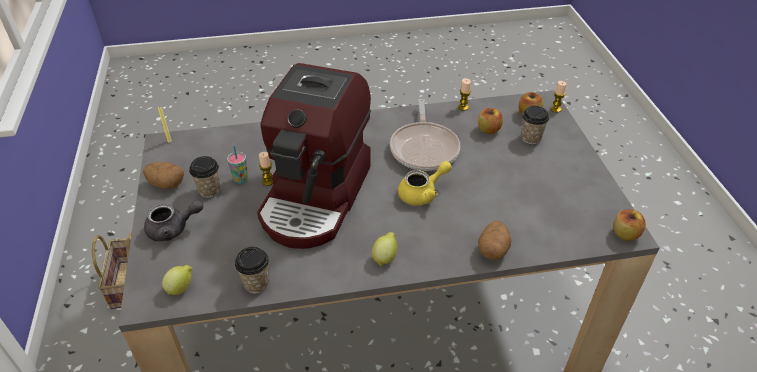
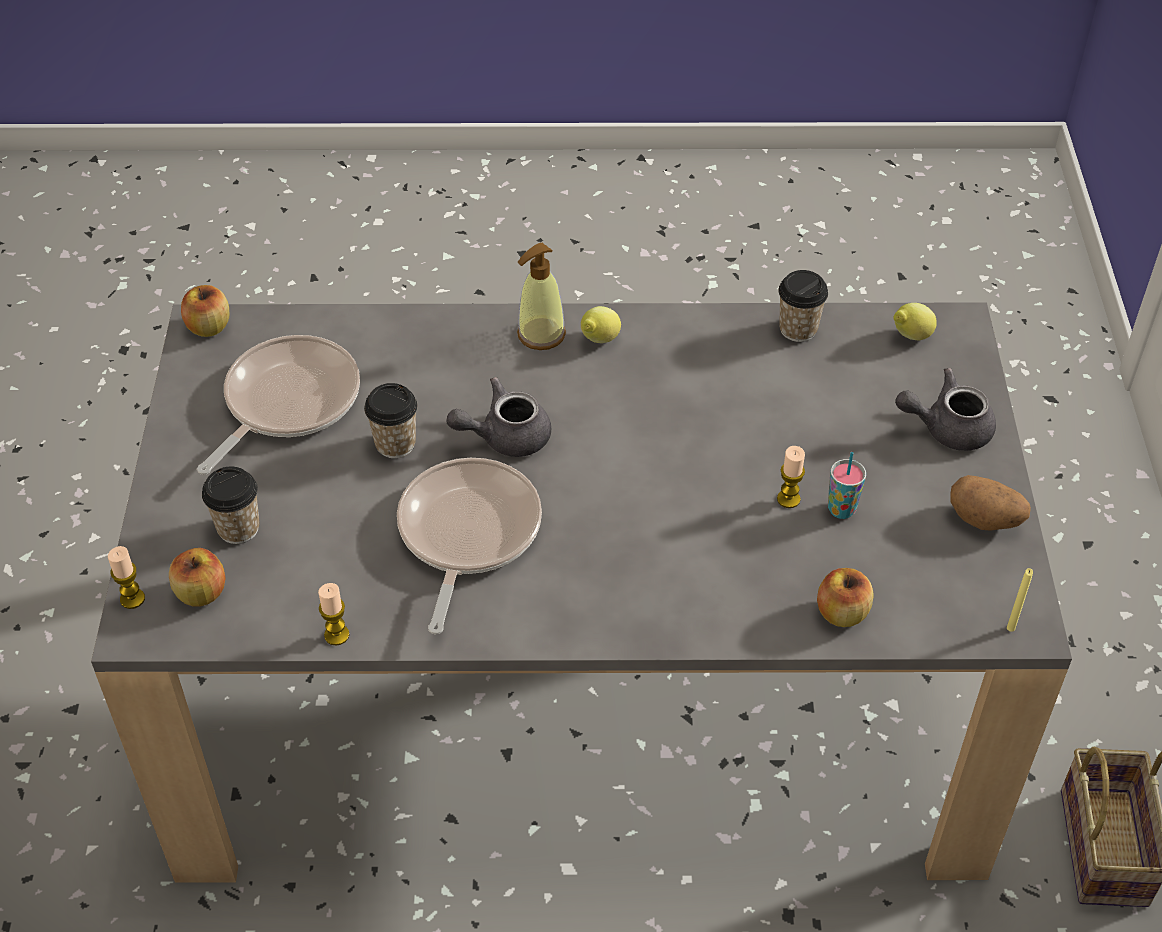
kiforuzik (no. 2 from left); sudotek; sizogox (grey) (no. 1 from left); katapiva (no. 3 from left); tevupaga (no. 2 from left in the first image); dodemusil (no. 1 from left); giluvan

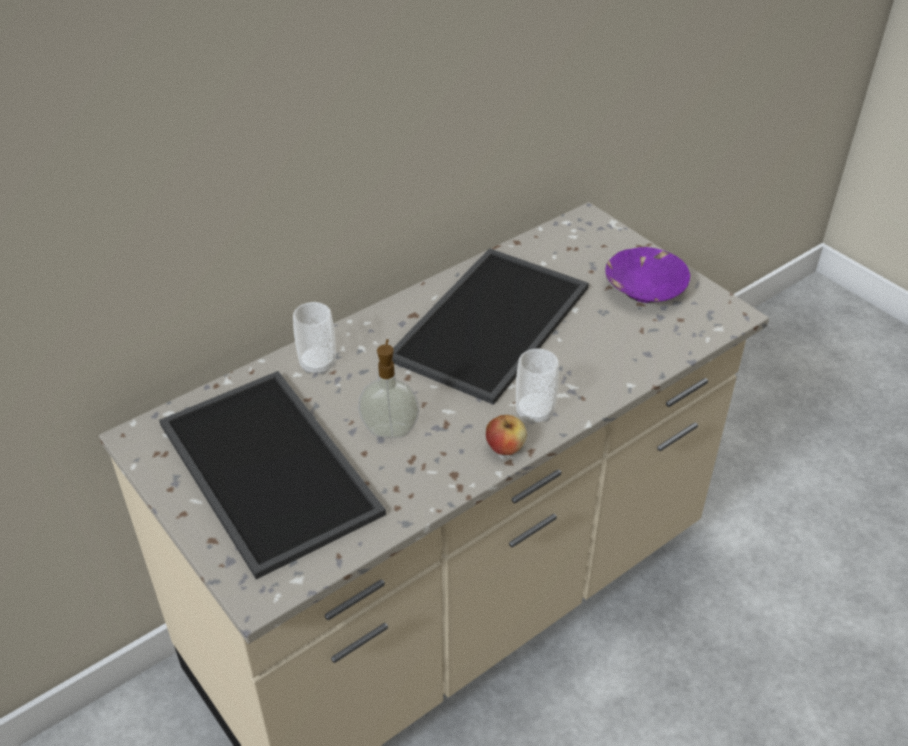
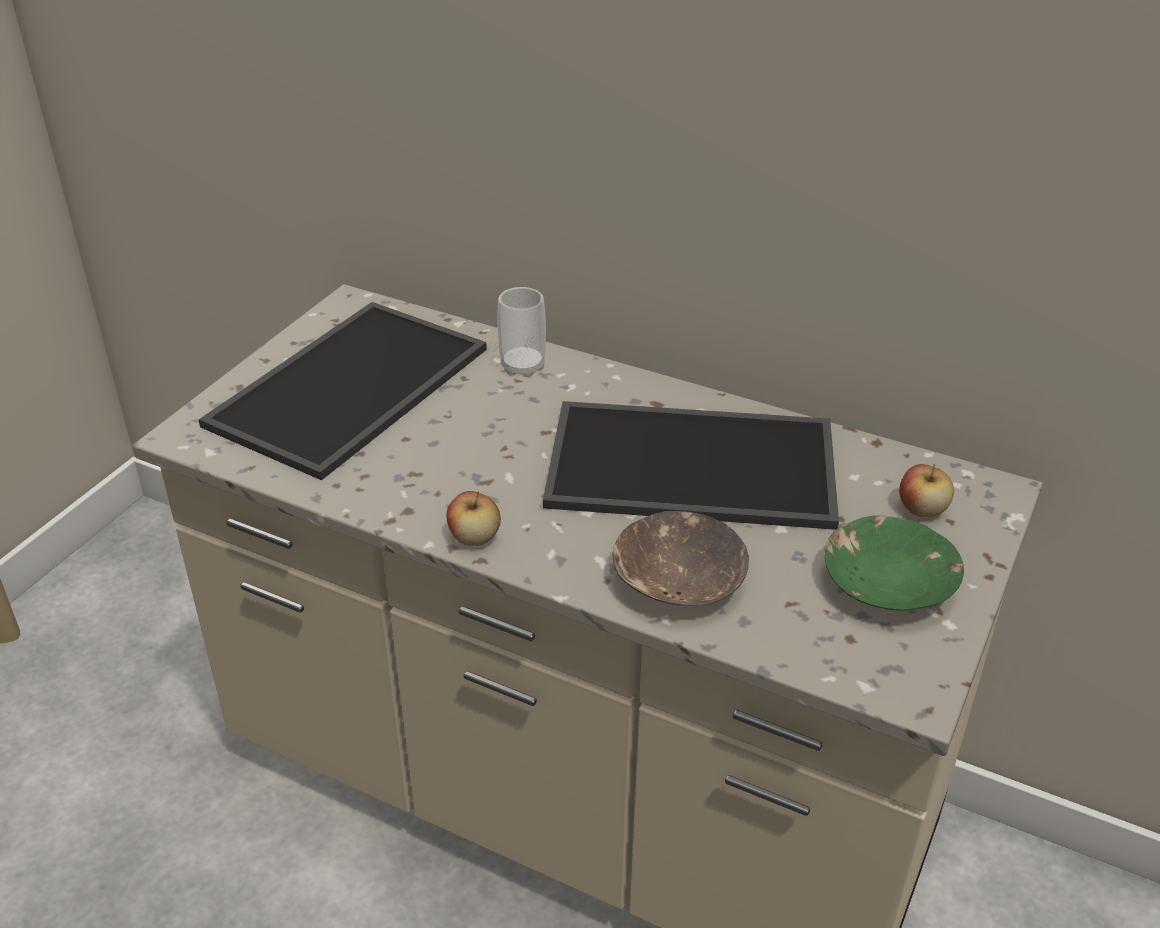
giluvan; kiforuzik (no. 2 from left in the first image); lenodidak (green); lenodidak (brown); katapiva (no. 2 from left)

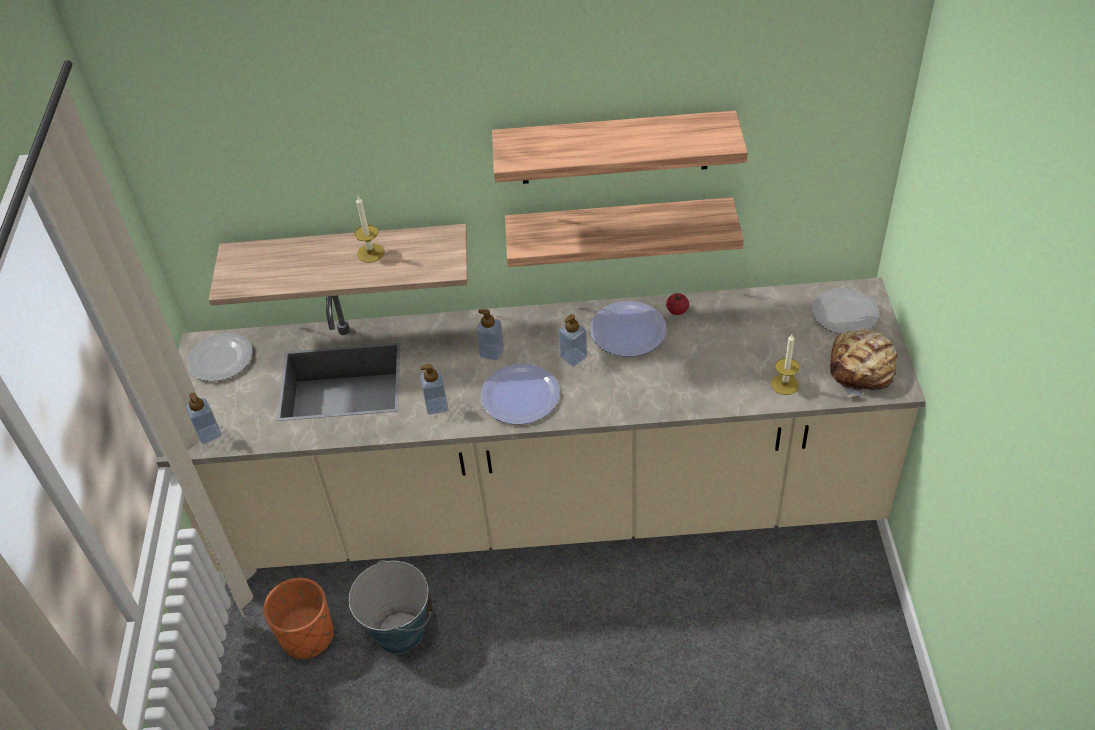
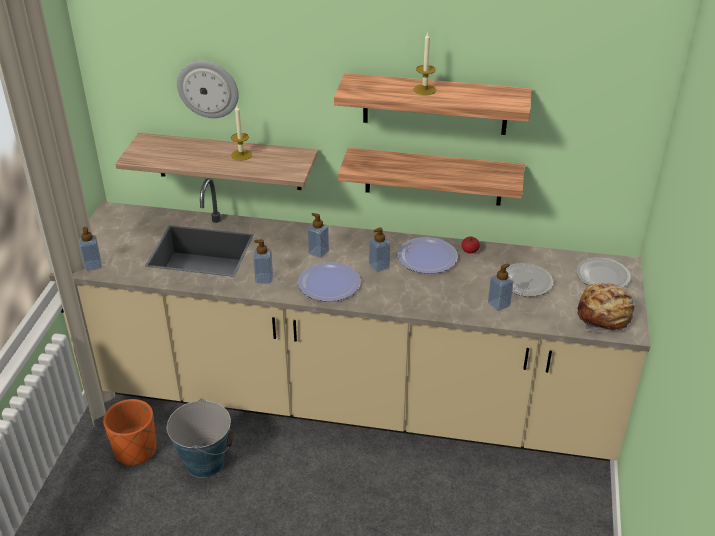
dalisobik (no. 3 from left); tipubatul (no. 2 from left); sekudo; giluvan (no. 5 from left)

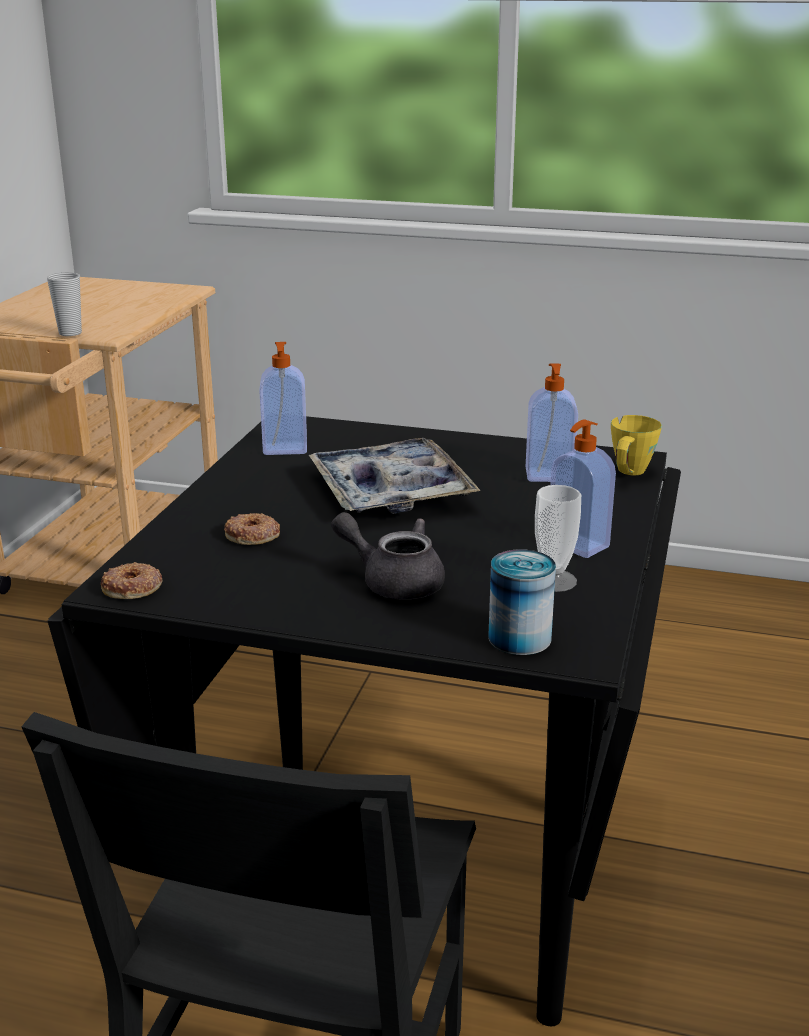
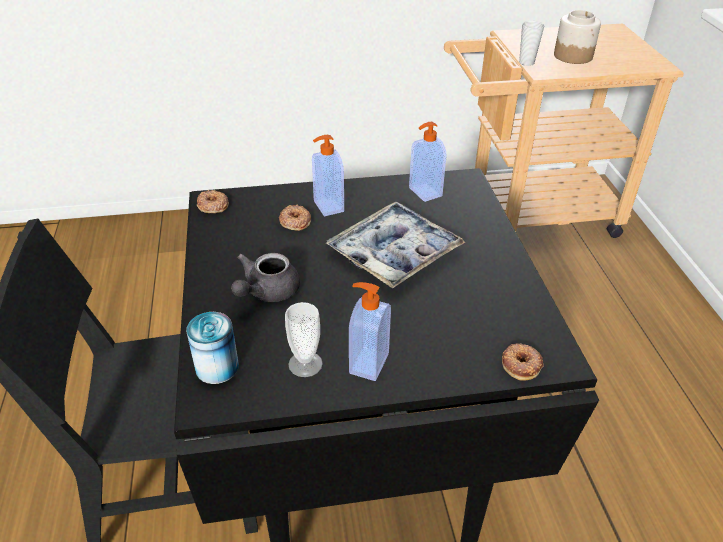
sizogox (grey); giluvan (no. 1 from left); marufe (no. 3 from left); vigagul

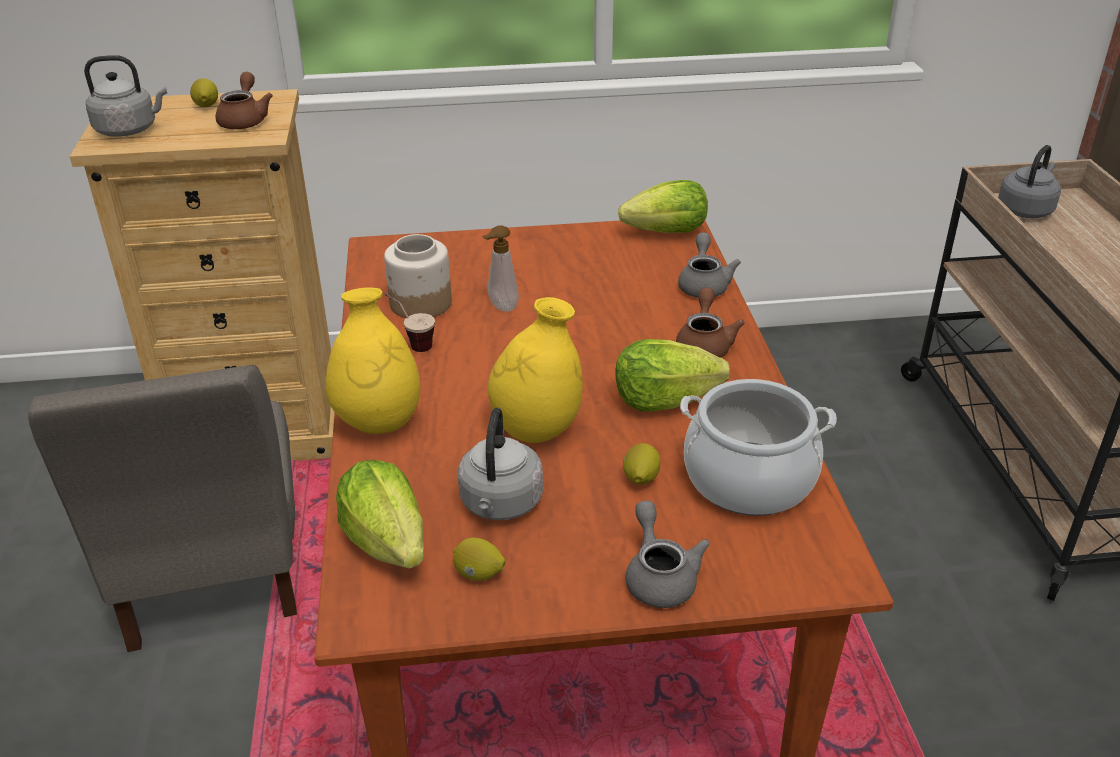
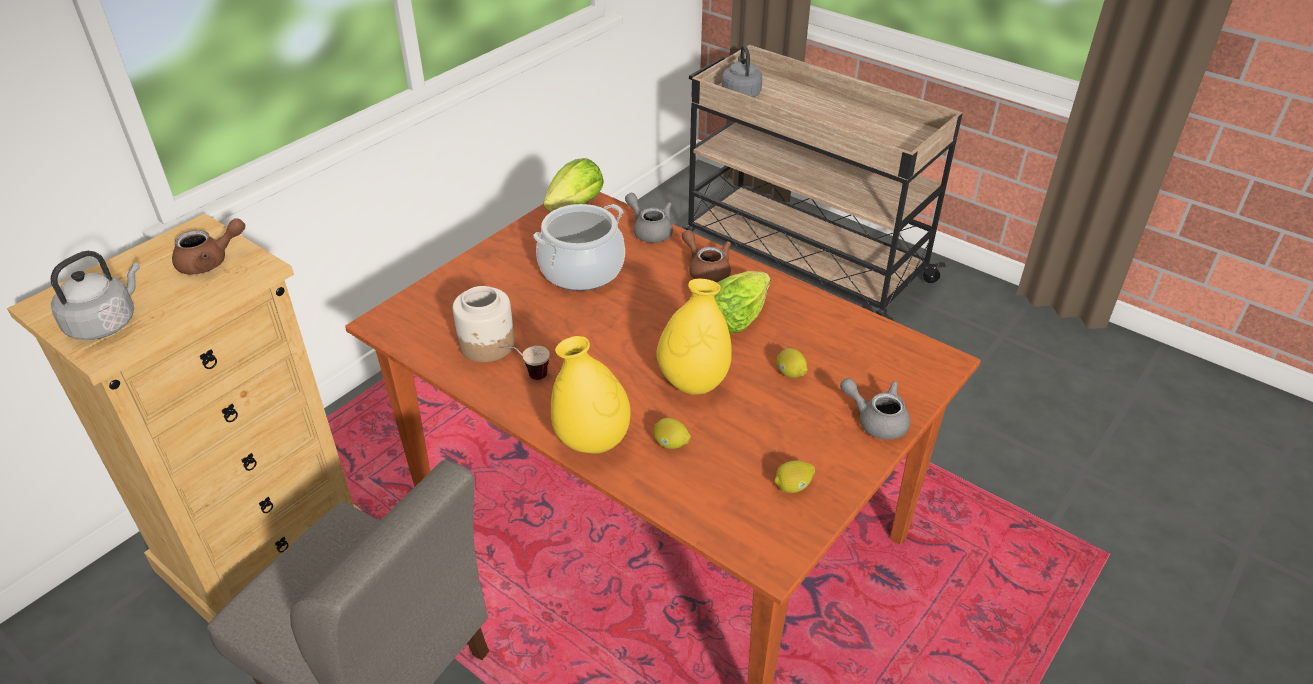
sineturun (no. 1 from left); sizogox (brown) (no. 1 from left); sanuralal (no. 1 from left in the first image); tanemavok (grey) (no. 2 from left in the first image); giluvan; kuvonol

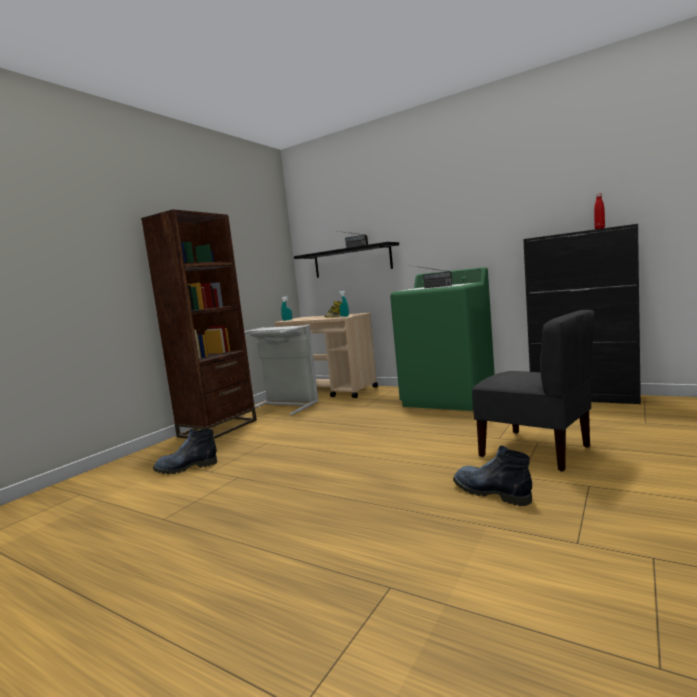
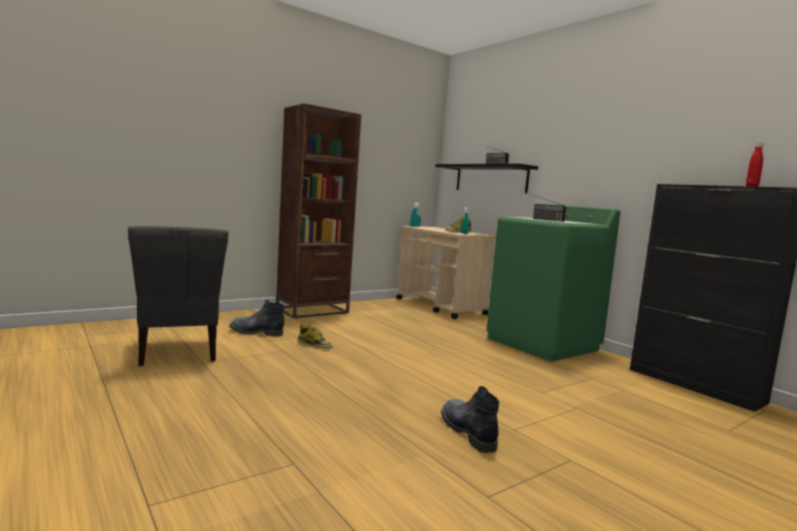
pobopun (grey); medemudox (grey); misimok (no. 2 from left)

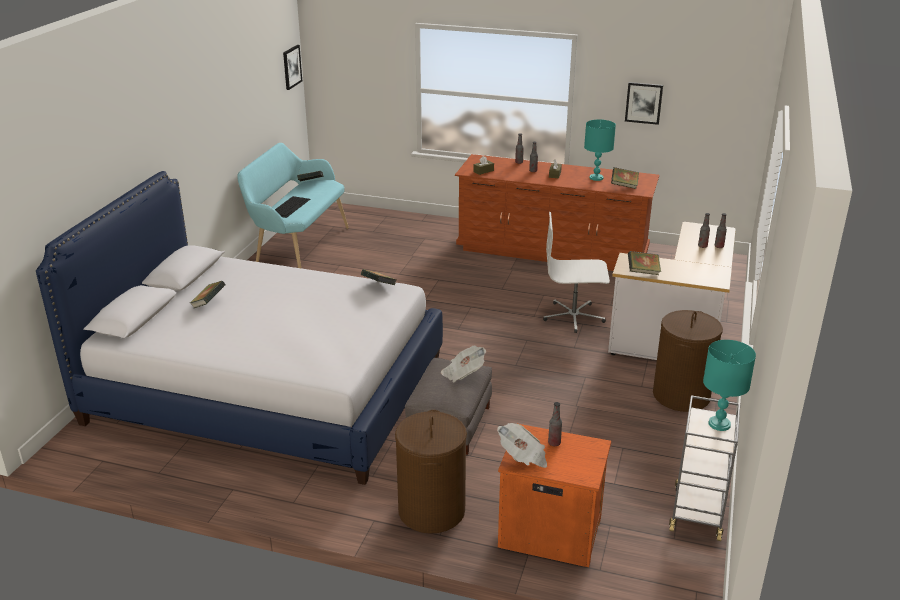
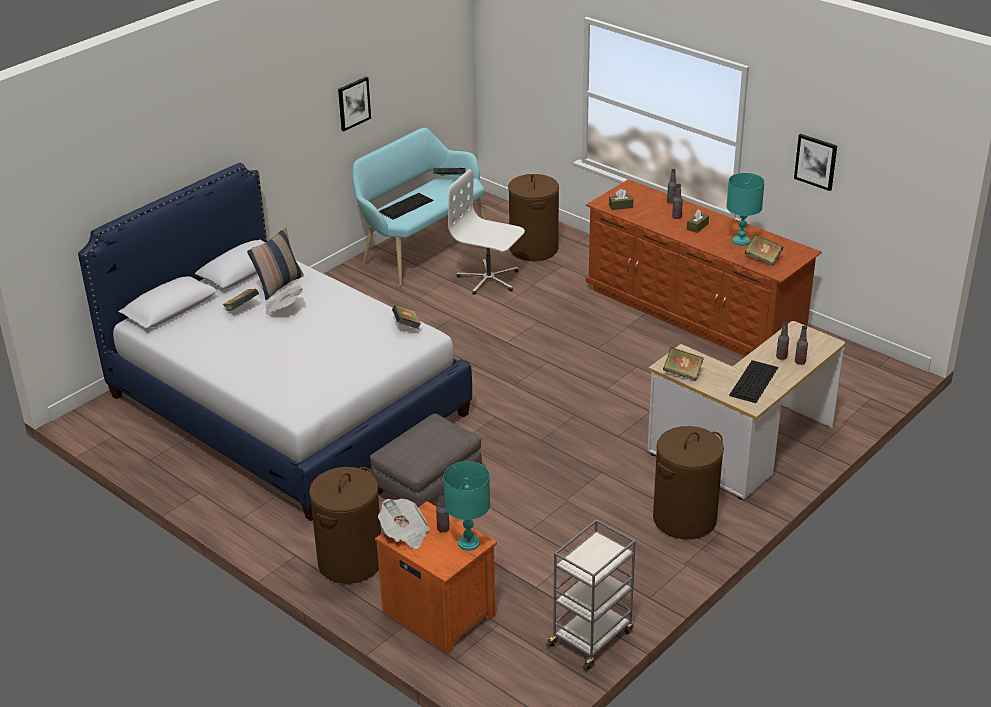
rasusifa (no. 1 from left); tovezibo (no. 1 from left); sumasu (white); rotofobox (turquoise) (no. 1 from left); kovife; pobopun (brown) (no. 2 from left); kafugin (no. 2 from left)

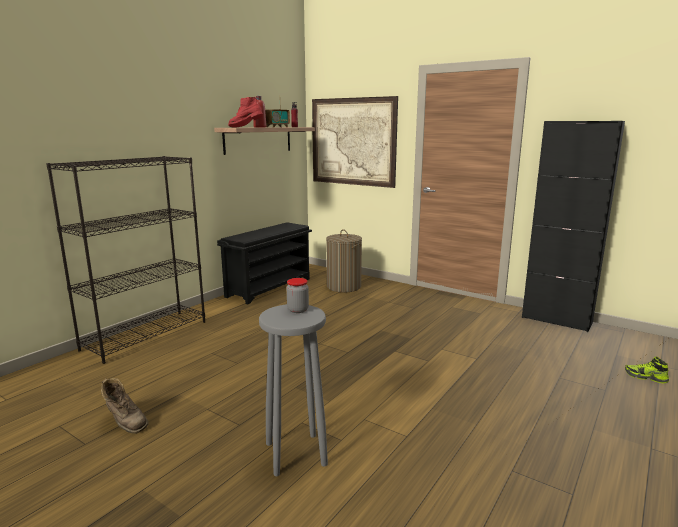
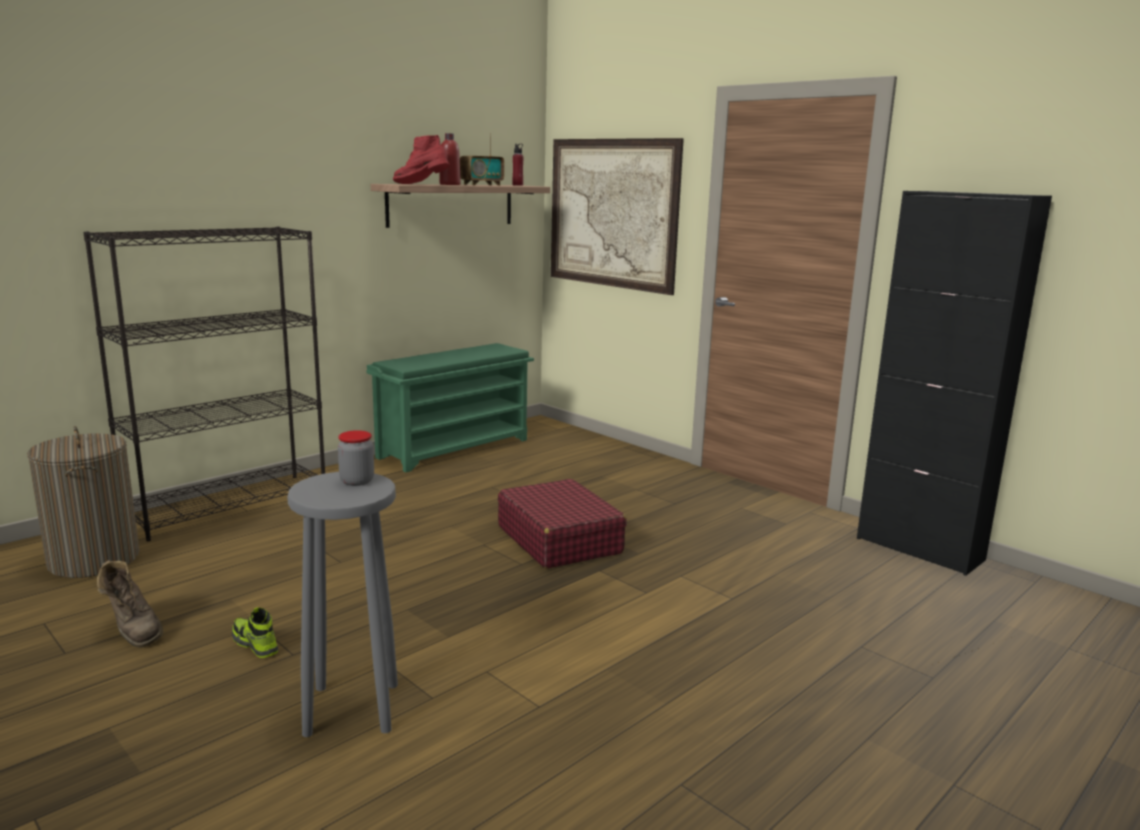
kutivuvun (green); pobopun; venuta; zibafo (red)

